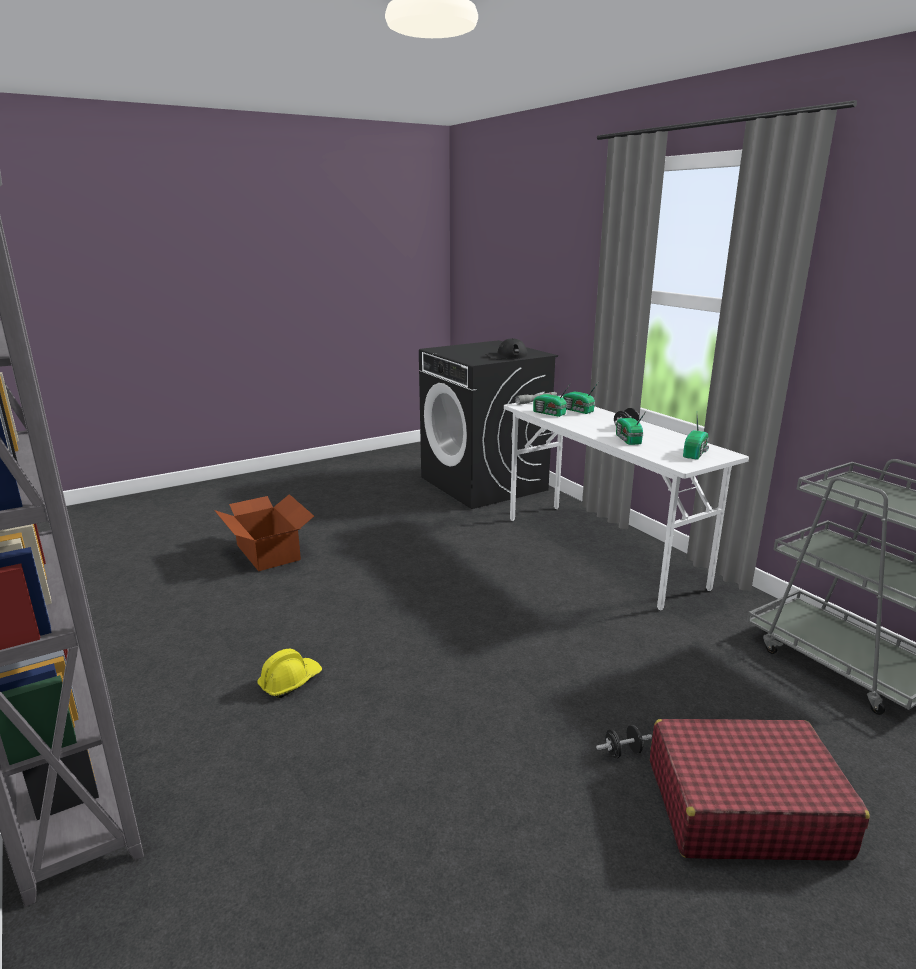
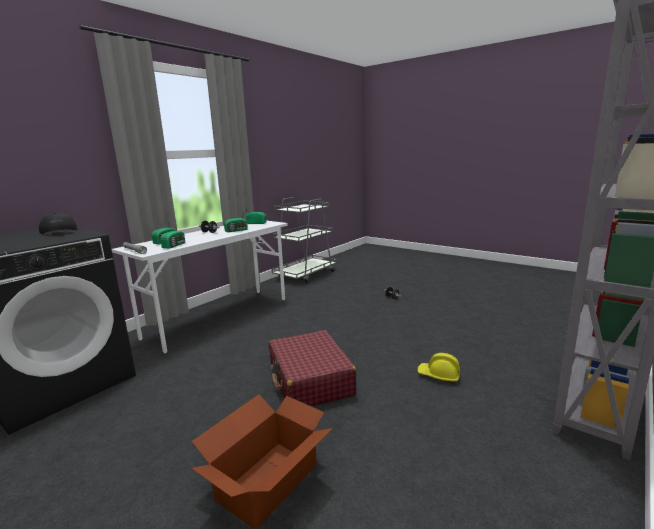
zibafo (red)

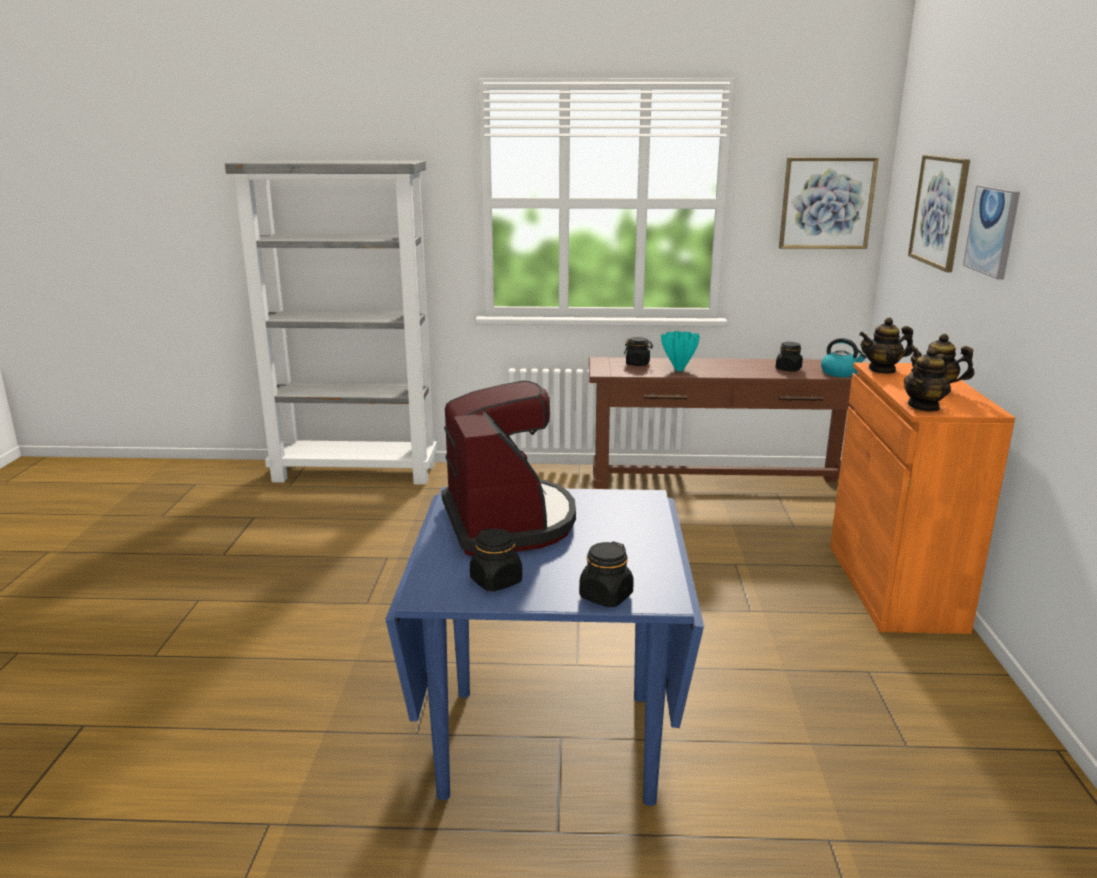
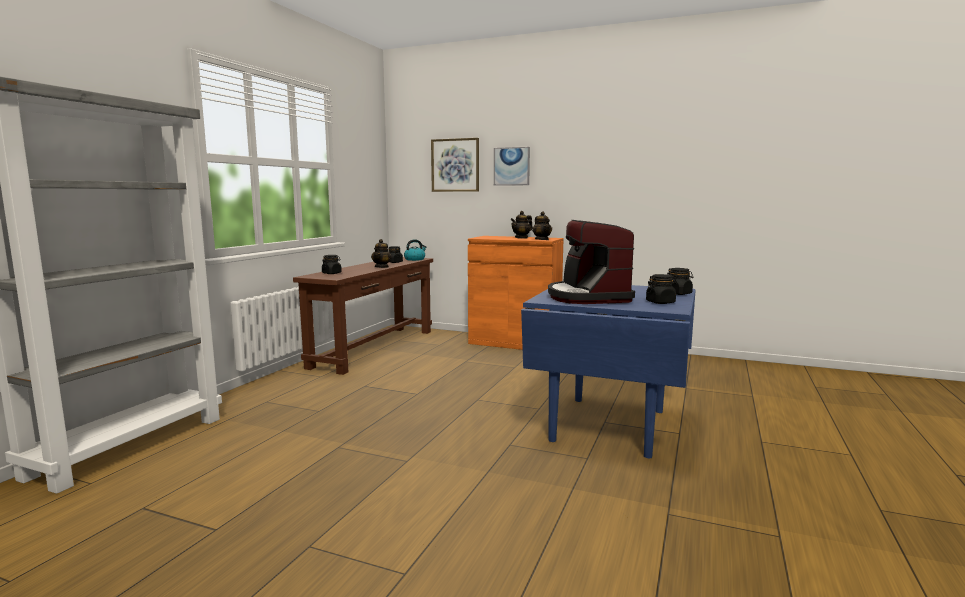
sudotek; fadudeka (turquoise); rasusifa (no. 1 from left in the first image); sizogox (no. 1 from left)

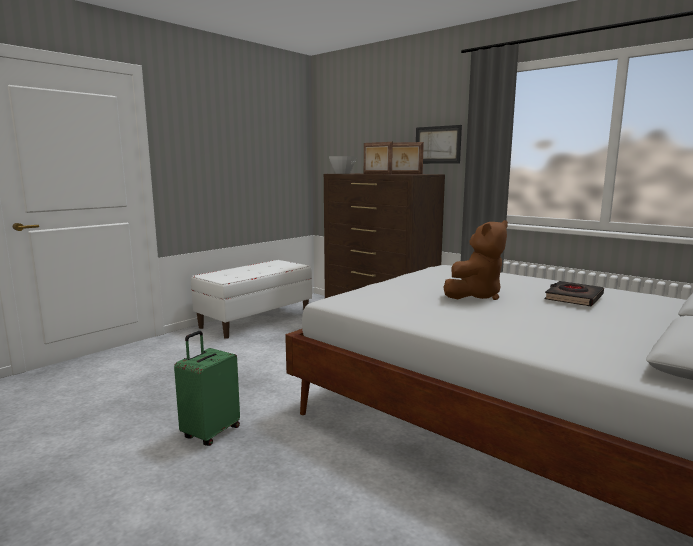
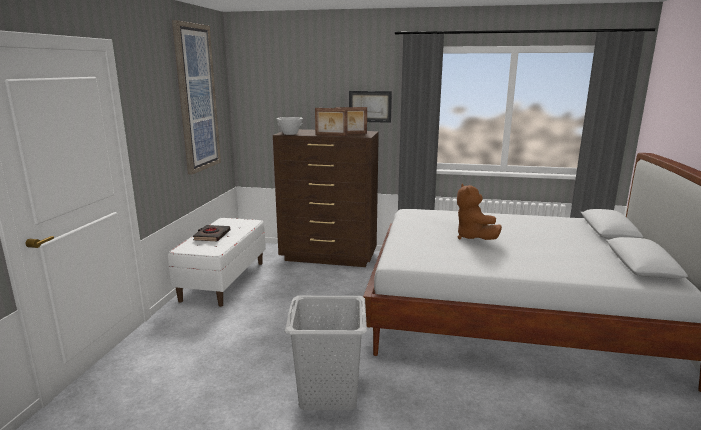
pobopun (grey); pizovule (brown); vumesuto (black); rasusifa (no. 1 from left)

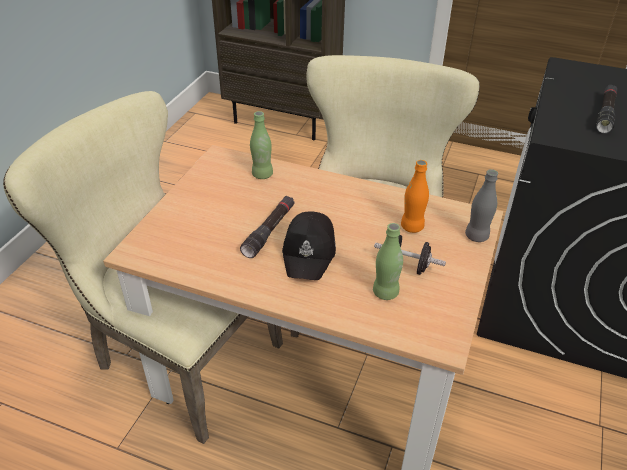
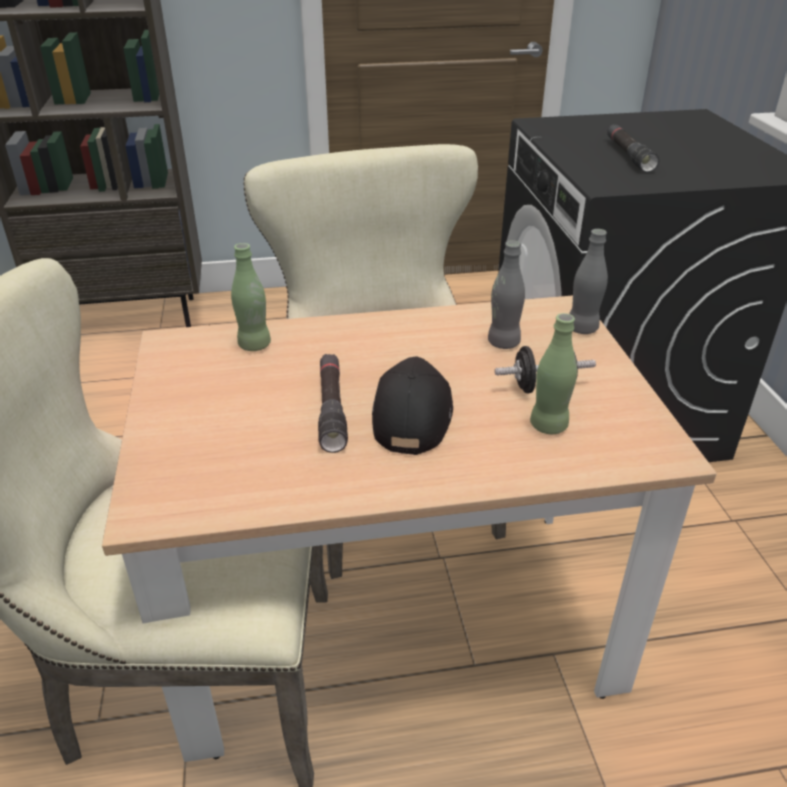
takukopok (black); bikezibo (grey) (no. 1 from left)

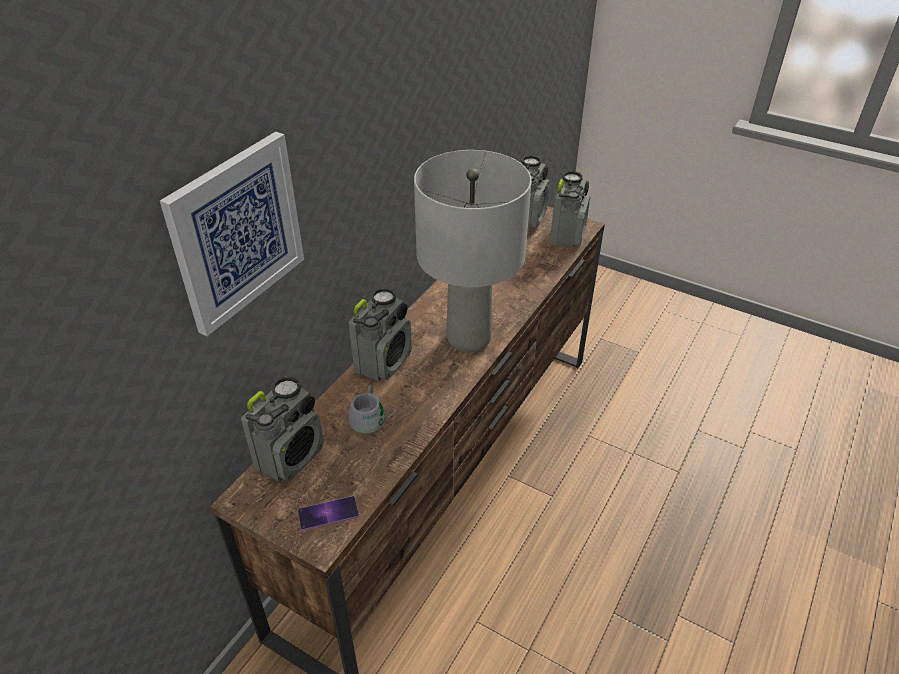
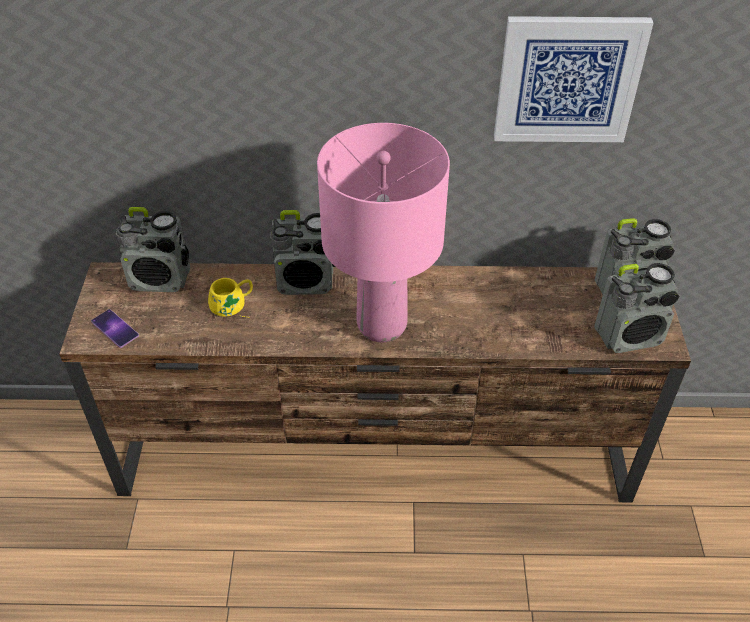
rasusifa; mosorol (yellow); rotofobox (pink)

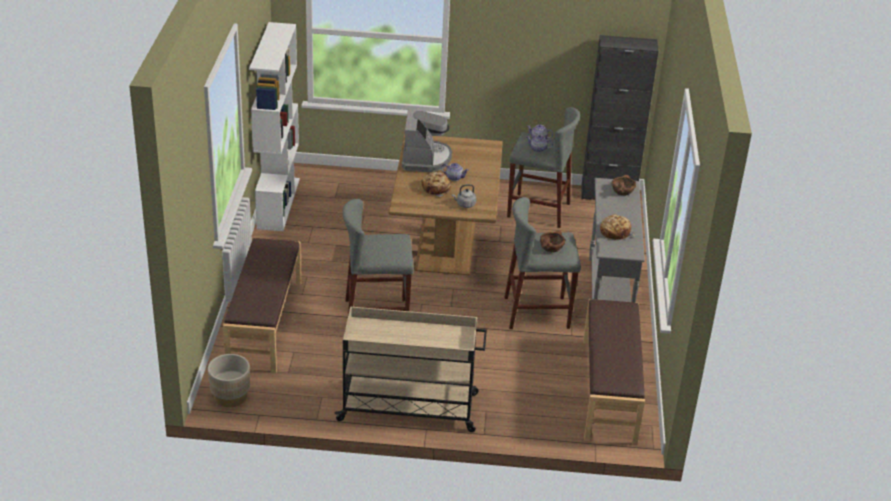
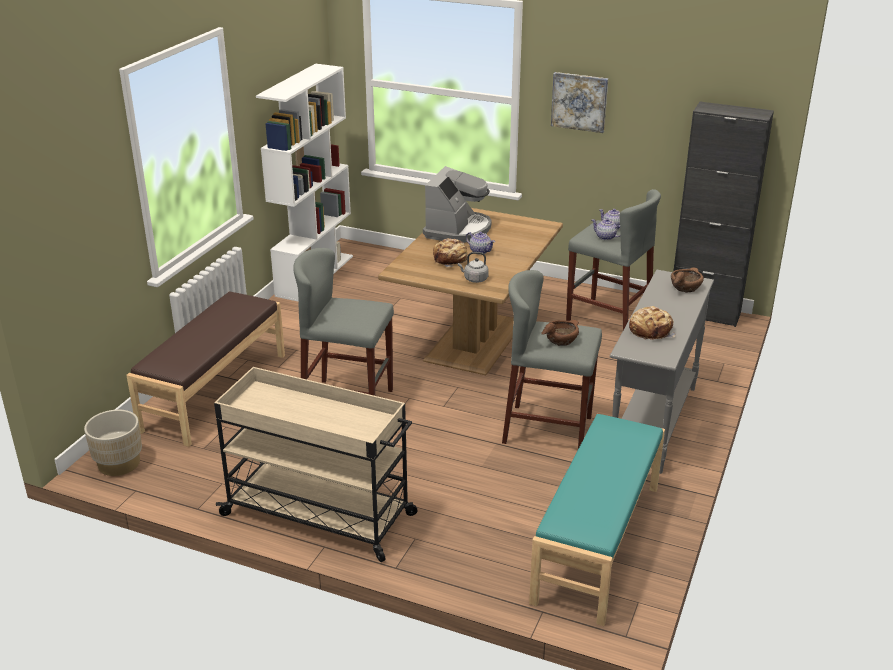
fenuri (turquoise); rasusifa

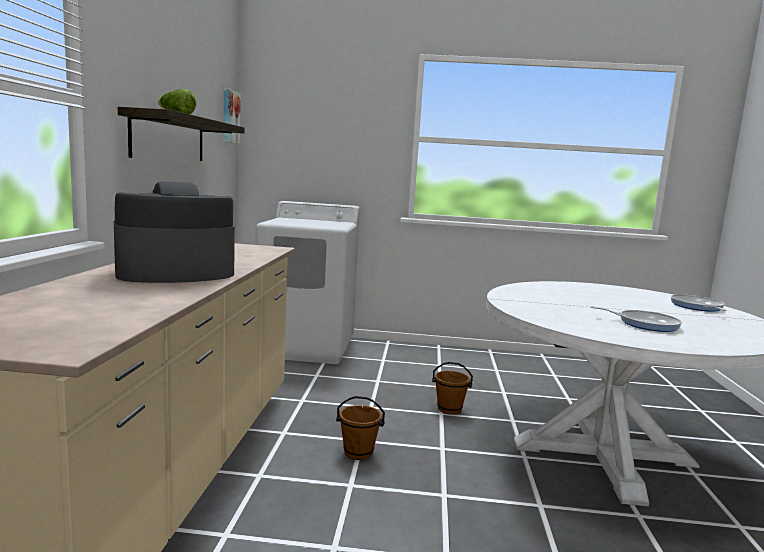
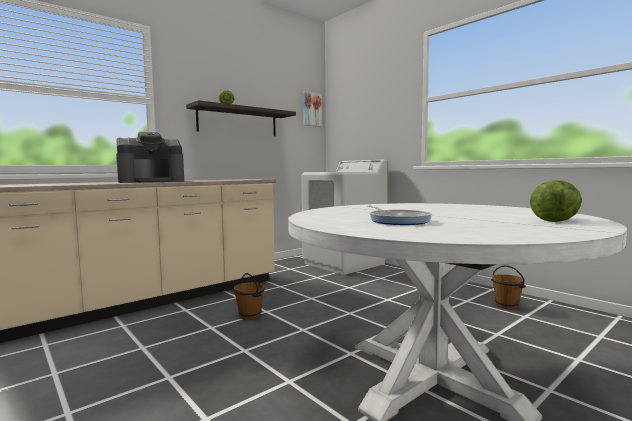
sudotek; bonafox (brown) (no. 2 from left); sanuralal (no. 2 from left)

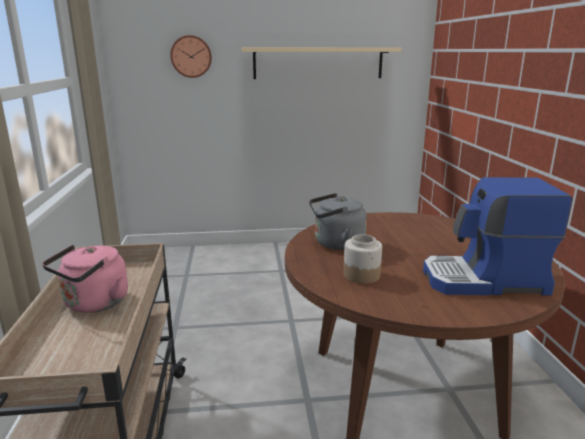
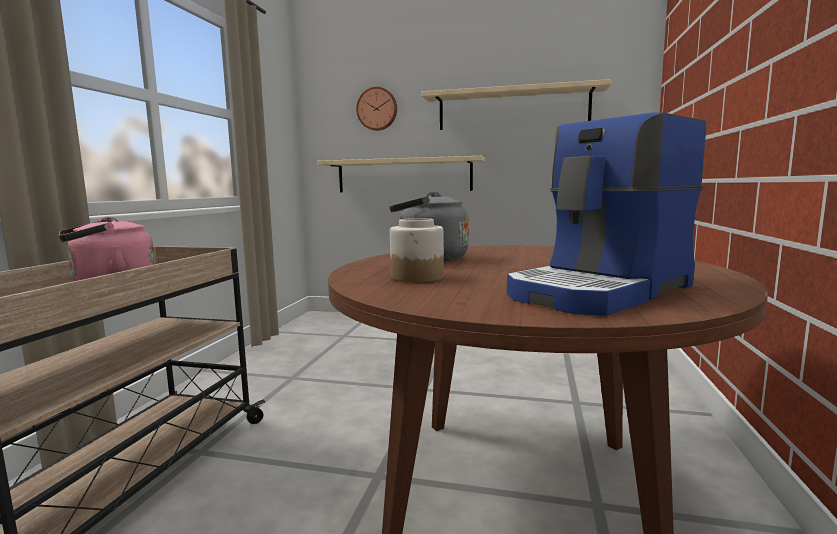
sudotek; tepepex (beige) (no. 1 from left)

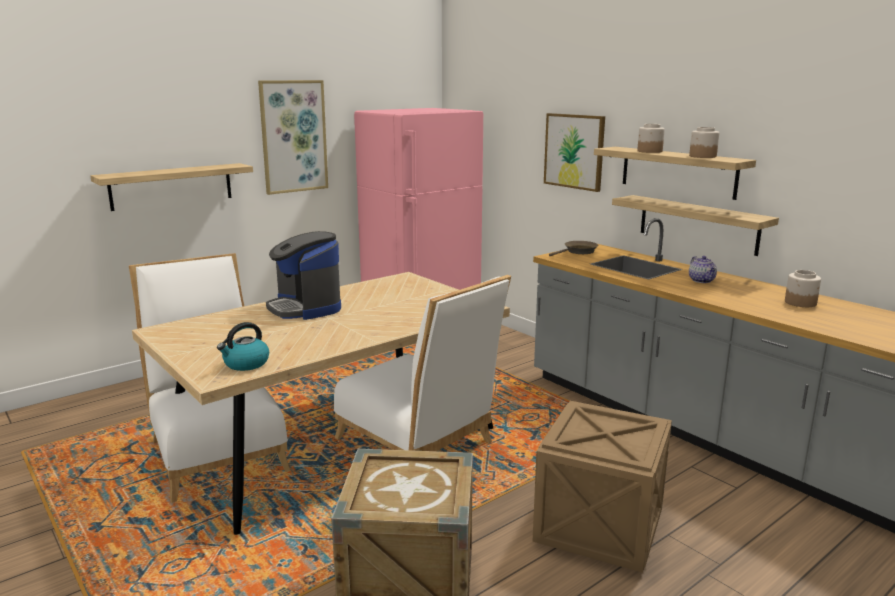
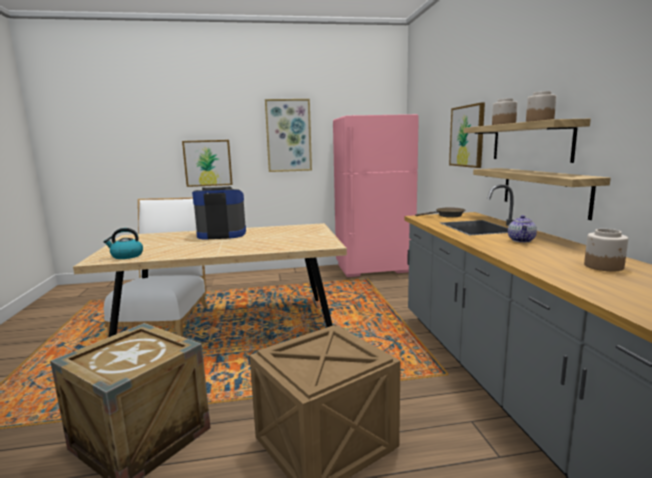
rasusifa (no. 1 from left); sudotek; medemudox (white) (no. 2 from left in the first image)

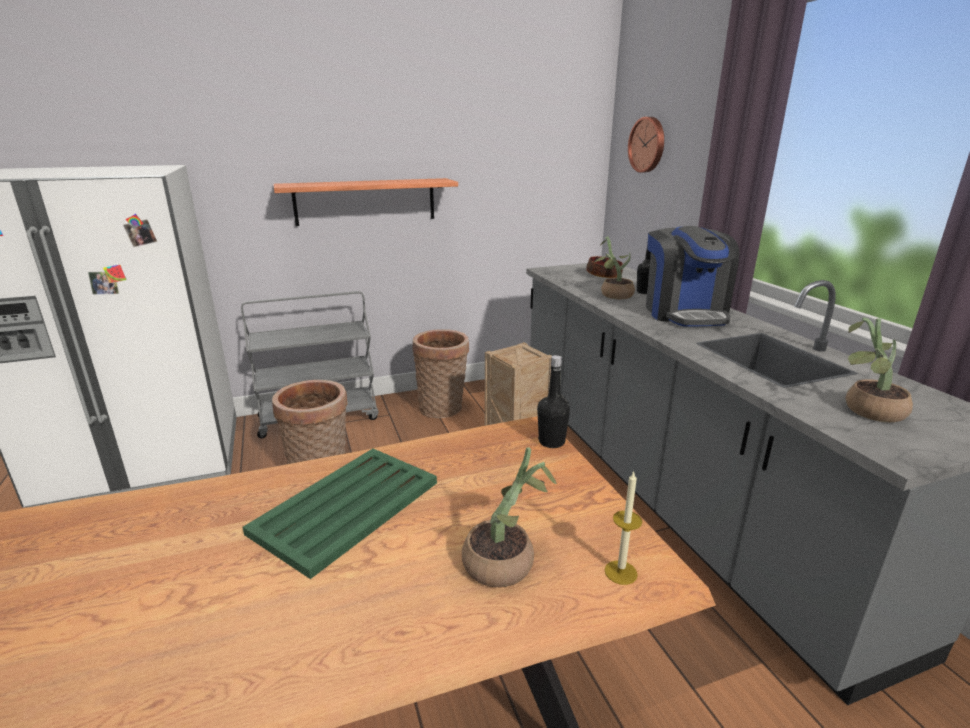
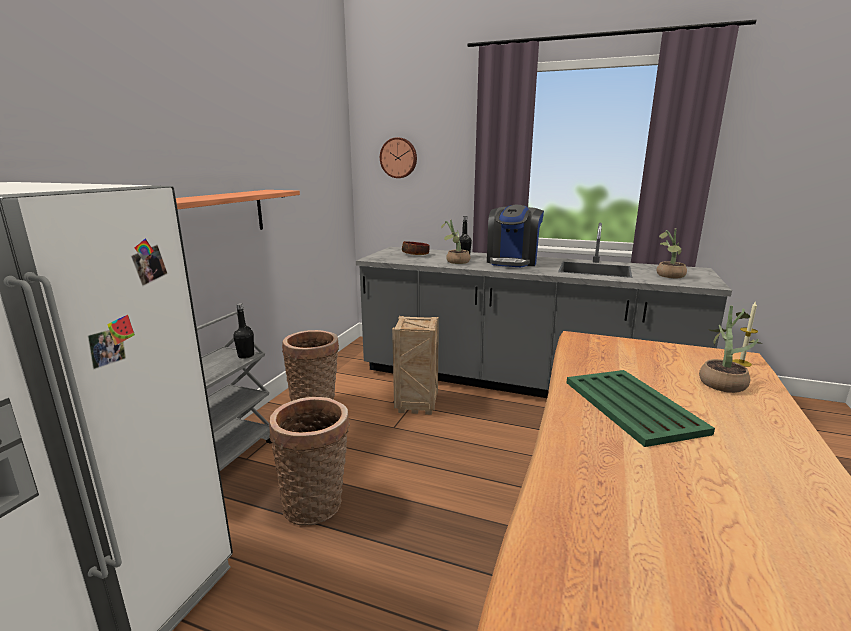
bikezibo (black) (no. 1 from left); sudotek

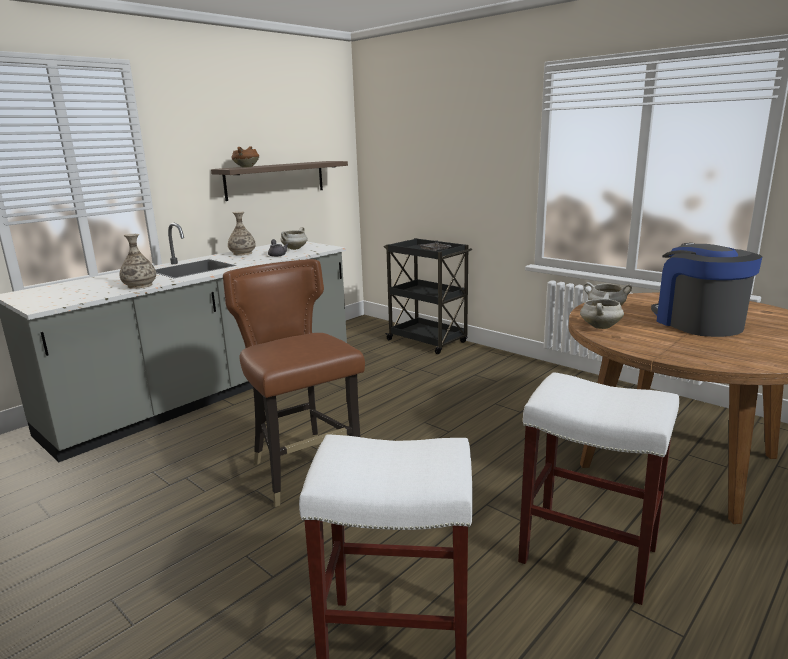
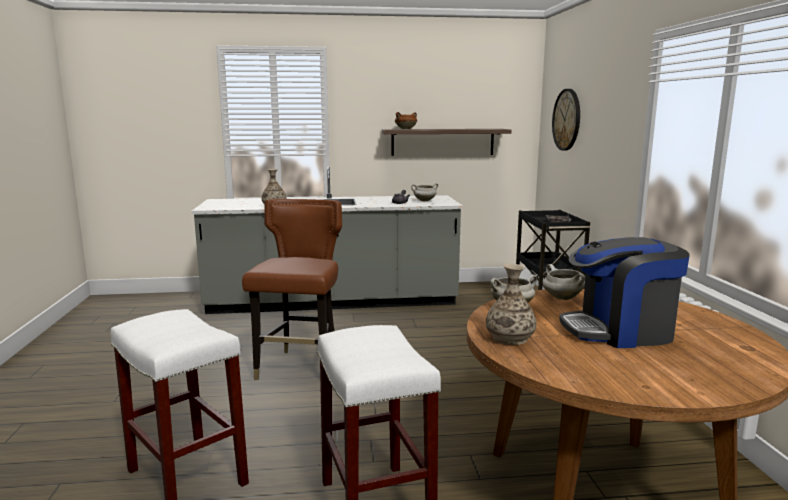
fadudeka (no. 2 from left); sudotek; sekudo

